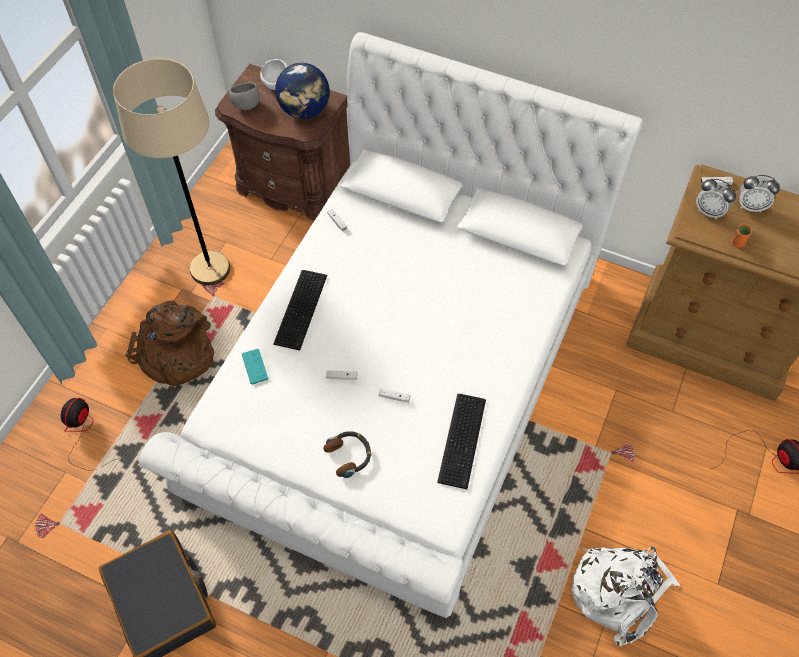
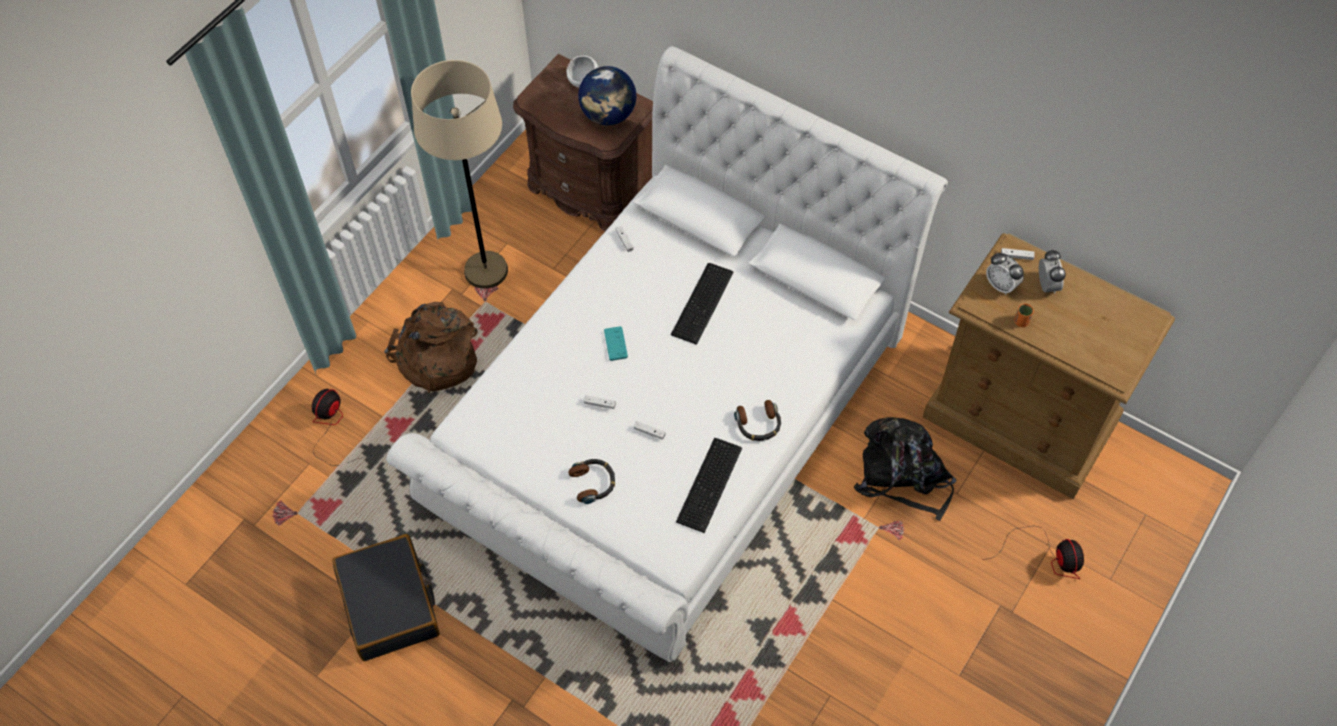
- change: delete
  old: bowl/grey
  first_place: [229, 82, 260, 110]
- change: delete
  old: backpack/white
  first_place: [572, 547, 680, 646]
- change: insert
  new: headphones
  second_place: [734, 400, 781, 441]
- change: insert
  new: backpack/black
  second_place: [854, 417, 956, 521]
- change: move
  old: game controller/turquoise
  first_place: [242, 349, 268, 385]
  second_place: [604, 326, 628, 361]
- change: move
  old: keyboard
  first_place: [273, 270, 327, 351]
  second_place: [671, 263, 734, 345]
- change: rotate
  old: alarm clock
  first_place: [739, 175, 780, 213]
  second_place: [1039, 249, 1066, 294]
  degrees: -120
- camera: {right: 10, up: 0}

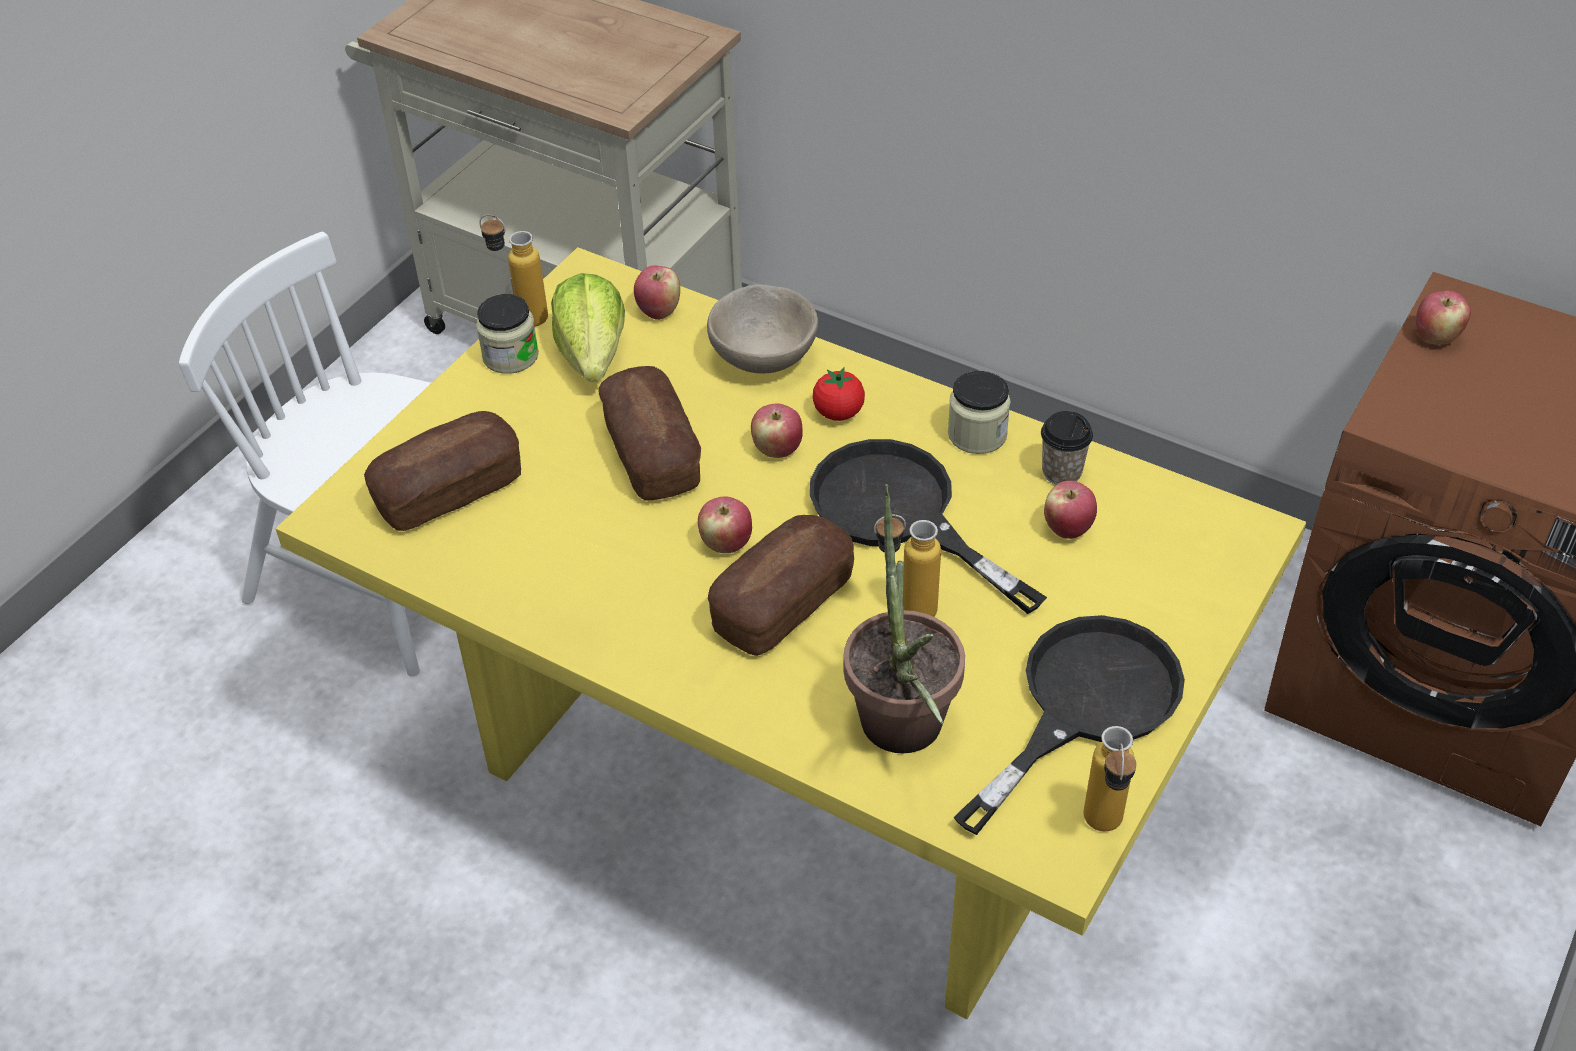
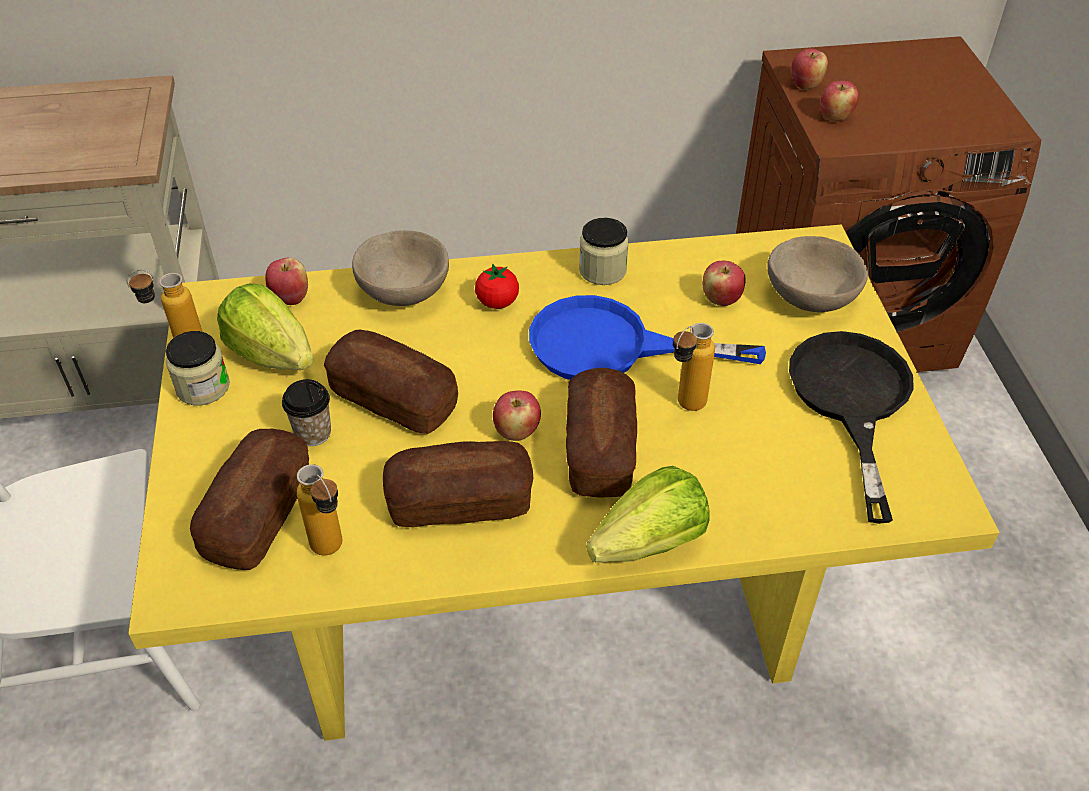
- change: delete
  old: potted plant
  first_place: [843, 484, 965, 753]
- change: insert
  new: bread
  second_place: [383, 441, 533, 527]
- change: insert
  new: lettuce
  second_place: [587, 466, 710, 563]
- change: insert
  new: bowl/beige
  second_place: [768, 236, 868, 312]
- change: move
  old: apple
  first_place: [751, 403, 803, 458]
  second_place: [820, 81, 859, 121]
- change: move
  old: cup
  first_place: [1041, 411, 1093, 485]
  second_place: [282, 379, 331, 446]
- change: move
  old: bottle
  first_place: [1084, 726, 1136, 831]
  second_place: [297, 464, 342, 555]
- change: recolor
  old: frying pan/black
  new: frying pan/blue
  first_place: [810, 439, 1047, 614]
  second_place: [529, 295, 766, 380]
- camera: {right: -40, up: 0}

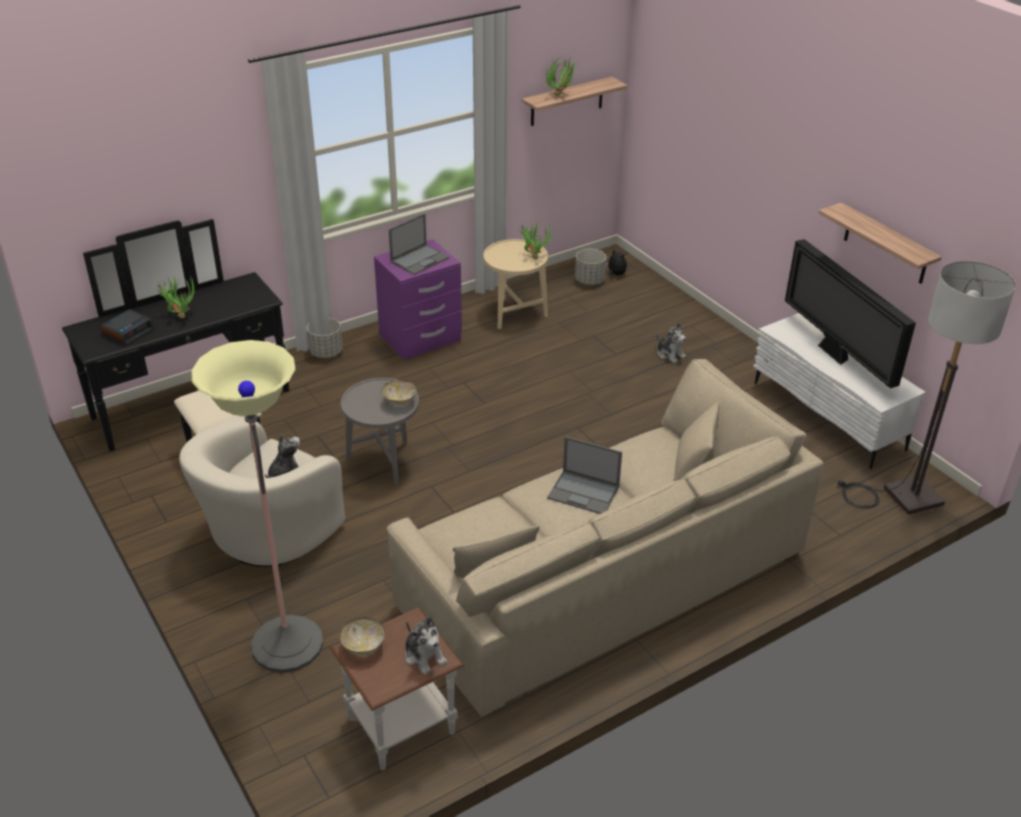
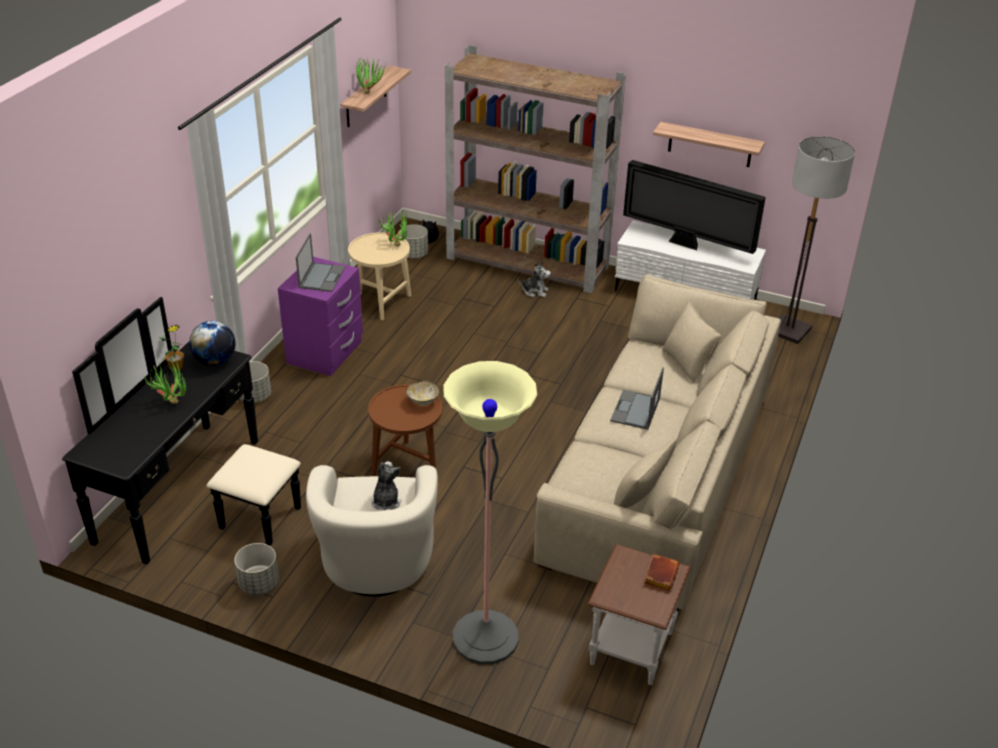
- change: delete
  old: alarm clock
  first_place: [100, 309, 154, 345]
- change: delete
  old: bowl
  first_place: [340, 618, 385, 656]
- change: insert
  new: potted plant
  second_place: [159, 325, 184, 371]
- change: insert
  new: globe
  second_place: [189, 321, 235, 366]
- change: insert
  new: planter/grey
  second_place: [234, 543, 279, 595]
- change: insert
  new: bookcase/brown
  second_place: [445, 45, 626, 294]
- change: replace
  old: plush toy
  new: book/brown
  first_place: [405, 617, 447, 675]
  second_place: [644, 554, 680, 591]
- change: recolor
  old: side table/grey
  new: side table/brown
  first_place: [341, 378, 419, 485]
  second_place: [368, 384, 442, 476]
- change: rotate
  old: laptop
  first_place: [547, 436, 622, 514]
  second_place: [610, 367, 664, 430]
  degrees: 120
- camera: {right: -35, up: 0}

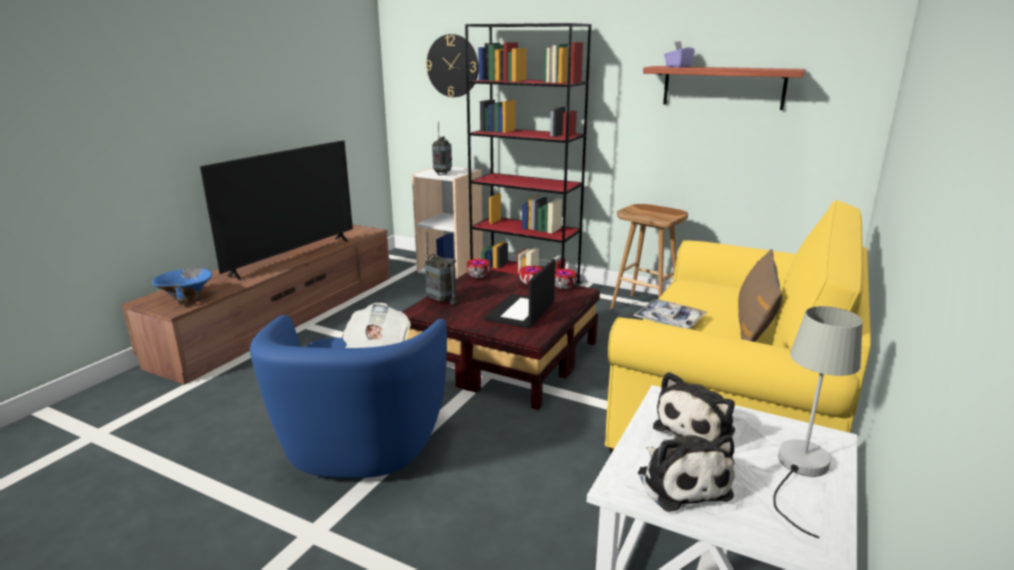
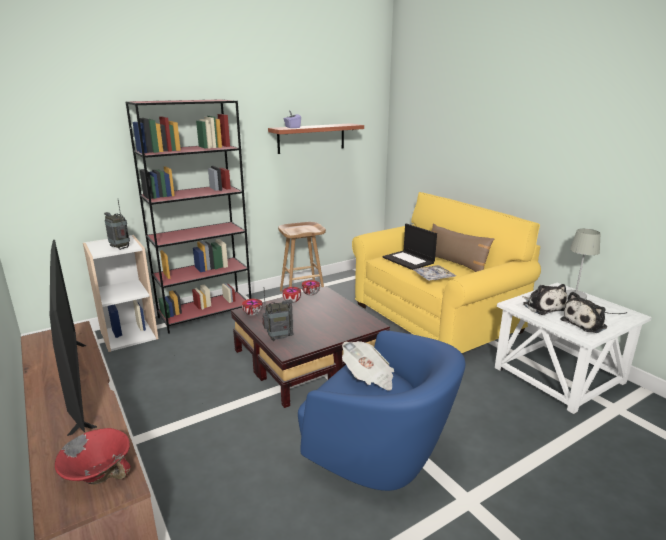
- change: delete
  old: wall clock
  first_place: [426, 34, 479, 97]
- change: move
  old: laptop
  first_place: [484, 259, 556, 328]
  second_place: [383, 223, 437, 270]
- change: recolor
  old: bowl/blue
  new: bowl/red
  first_place: [152, 268, 212, 304]
  second_place: [55, 428, 131, 484]
- change: rotate
  old: plush toy
  first_place: [638, 435, 734, 512]
  second_place: [560, 292, 607, 333]
  degrees: 135
- camera: {right: -60, up: 0}

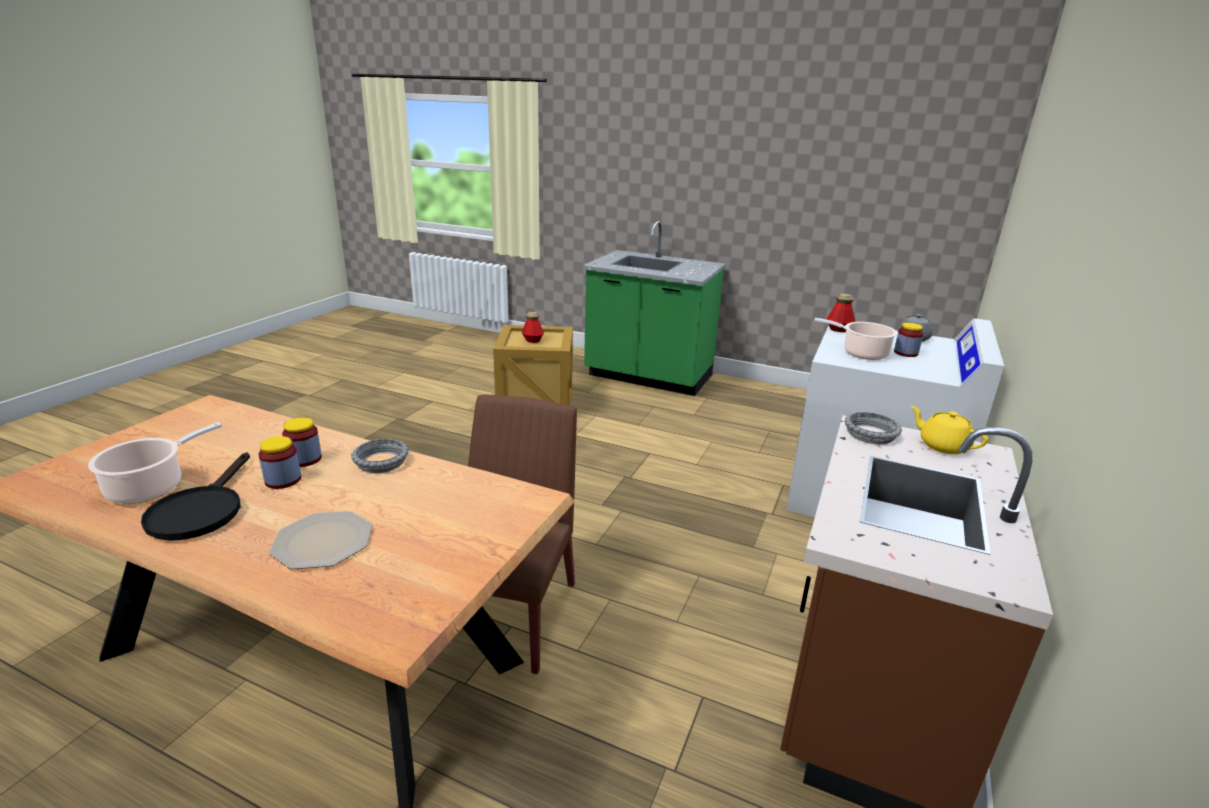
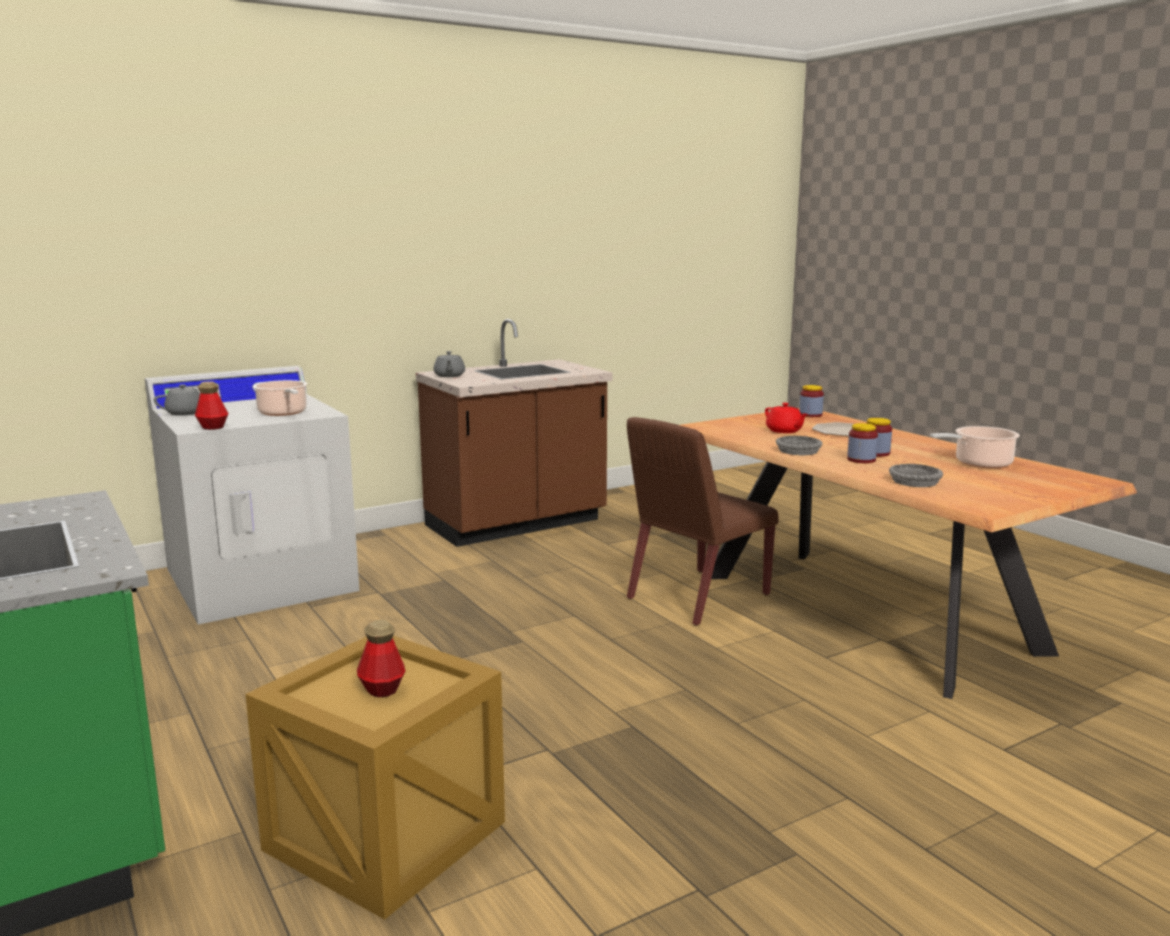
- change: delete
  old: frying pan/black
  first_place: [141, 452, 250, 541]
- change: insert
  new: teapot/red
  second_place: [765, 403, 808, 433]
- change: move
  old: bowl/grey
  first_place: [845, 412, 902, 444]
  second_place: [889, 464, 943, 487]
- change: move
  old: jar
  first_place: [894, 323, 924, 357]
  second_place: [799, 385, 824, 417]
- change: recolor
  old: teapot/yellow
  new: teapot/grey
  first_place: [911, 406, 989, 454]
  second_place: [433, 351, 465, 377]
- camera: {right: -145, up: -10}

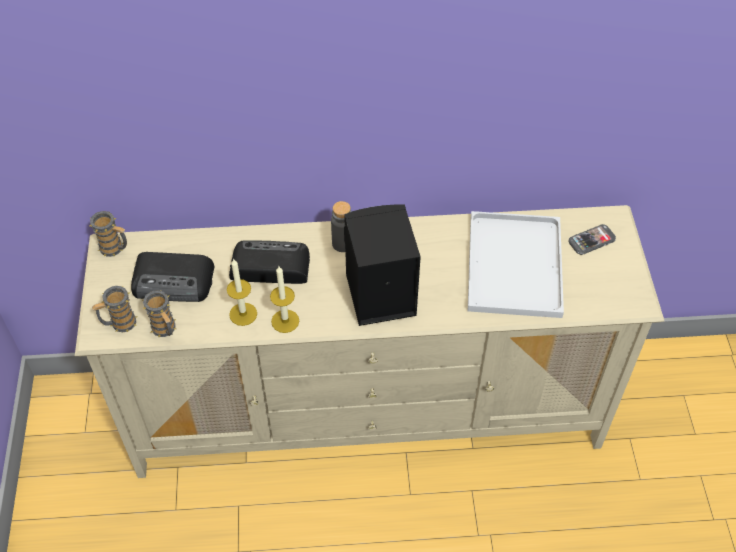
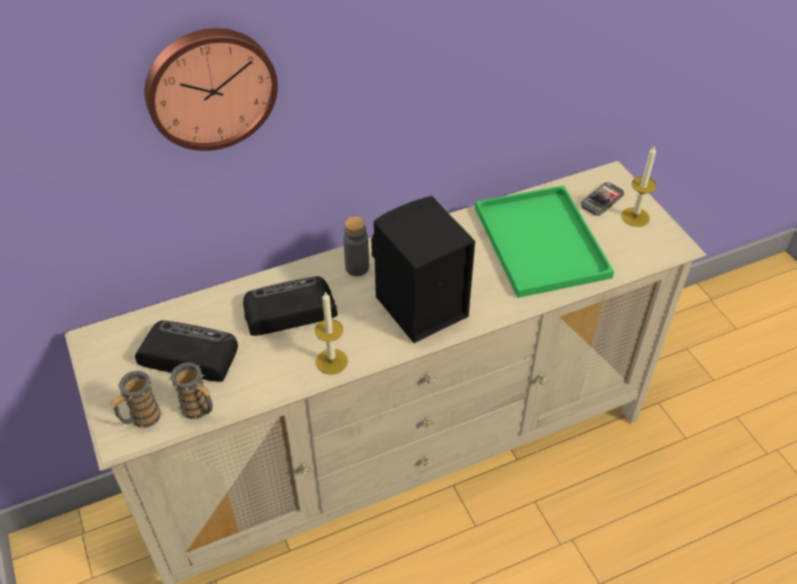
- change: delete
  old: mug
  first_place: [90, 211, 127, 257]
- change: insert
  new: wall clock
  second_place: [144, 28, 278, 151]
- change: move
  old: candle
  first_place: [227, 258, 257, 326]
  second_place: [621, 145, 656, 227]
- change: recolor
  old: tray/white
  new: tray/green
  first_place: [468, 211, 564, 318]
  second_place: [475, 185, 614, 298]
- change: rotate
  old: radio
  first_place: [131, 252, 214, 302]
  second_place: [135, 320, 238, 382]
  degrees: -150
- camera: {right: -20, up: -5}

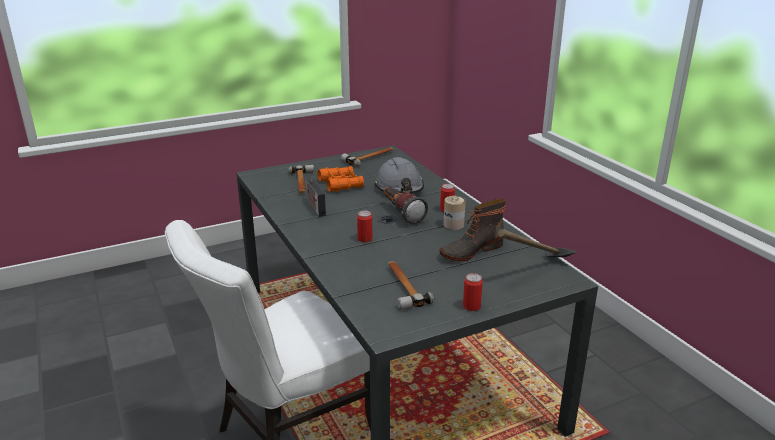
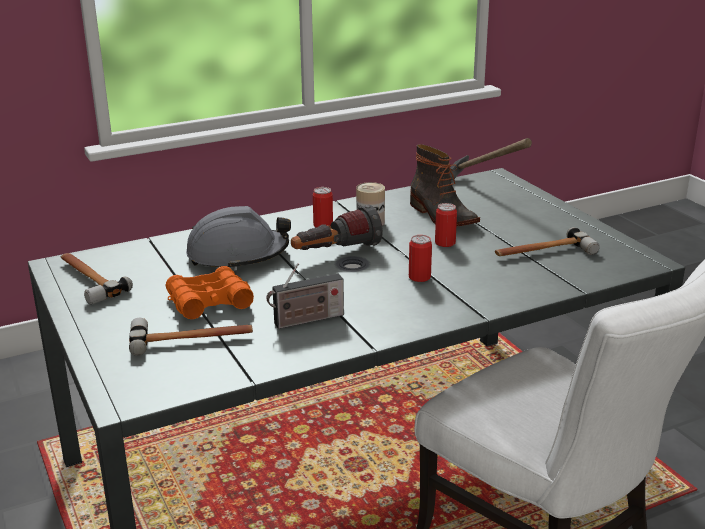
- change: move
  old: can
  first_place: [463, 273, 483, 311]
  second_place: [435, 203, 457, 247]
- camera: {right: -90, up: 0}

